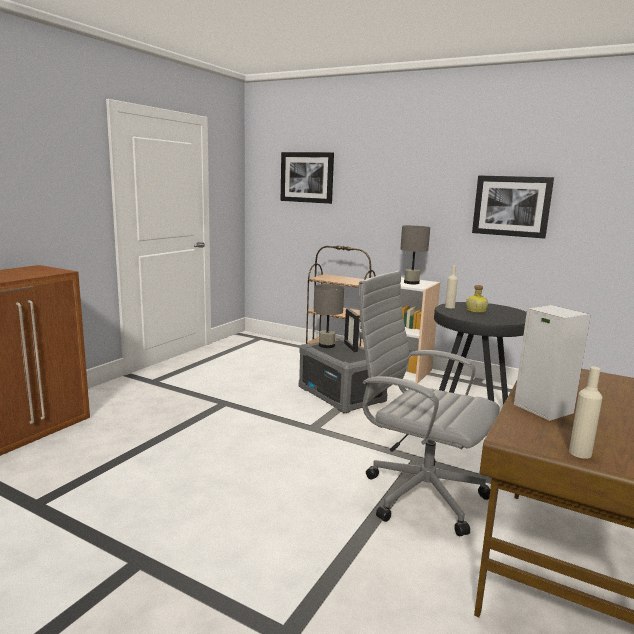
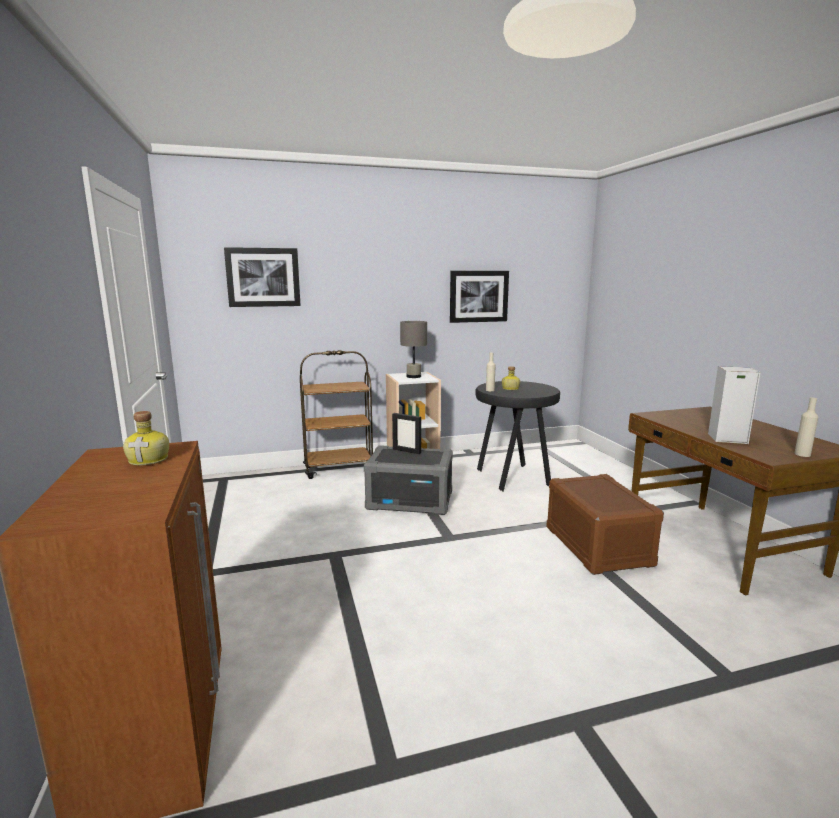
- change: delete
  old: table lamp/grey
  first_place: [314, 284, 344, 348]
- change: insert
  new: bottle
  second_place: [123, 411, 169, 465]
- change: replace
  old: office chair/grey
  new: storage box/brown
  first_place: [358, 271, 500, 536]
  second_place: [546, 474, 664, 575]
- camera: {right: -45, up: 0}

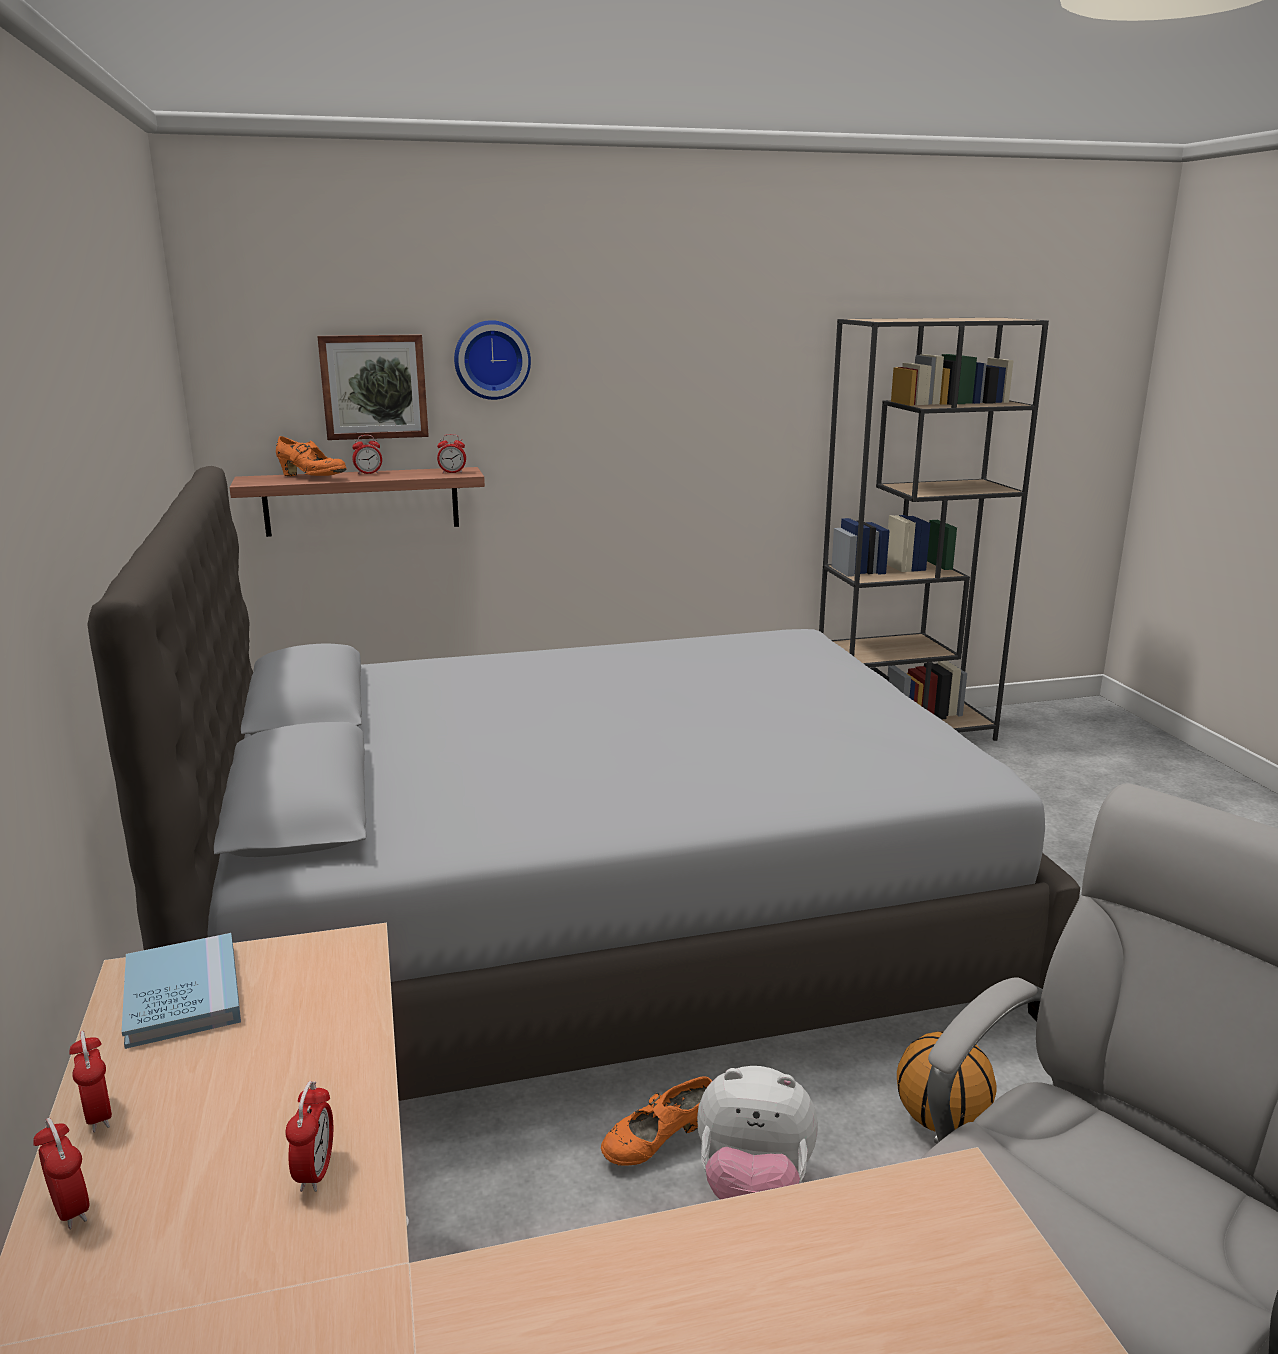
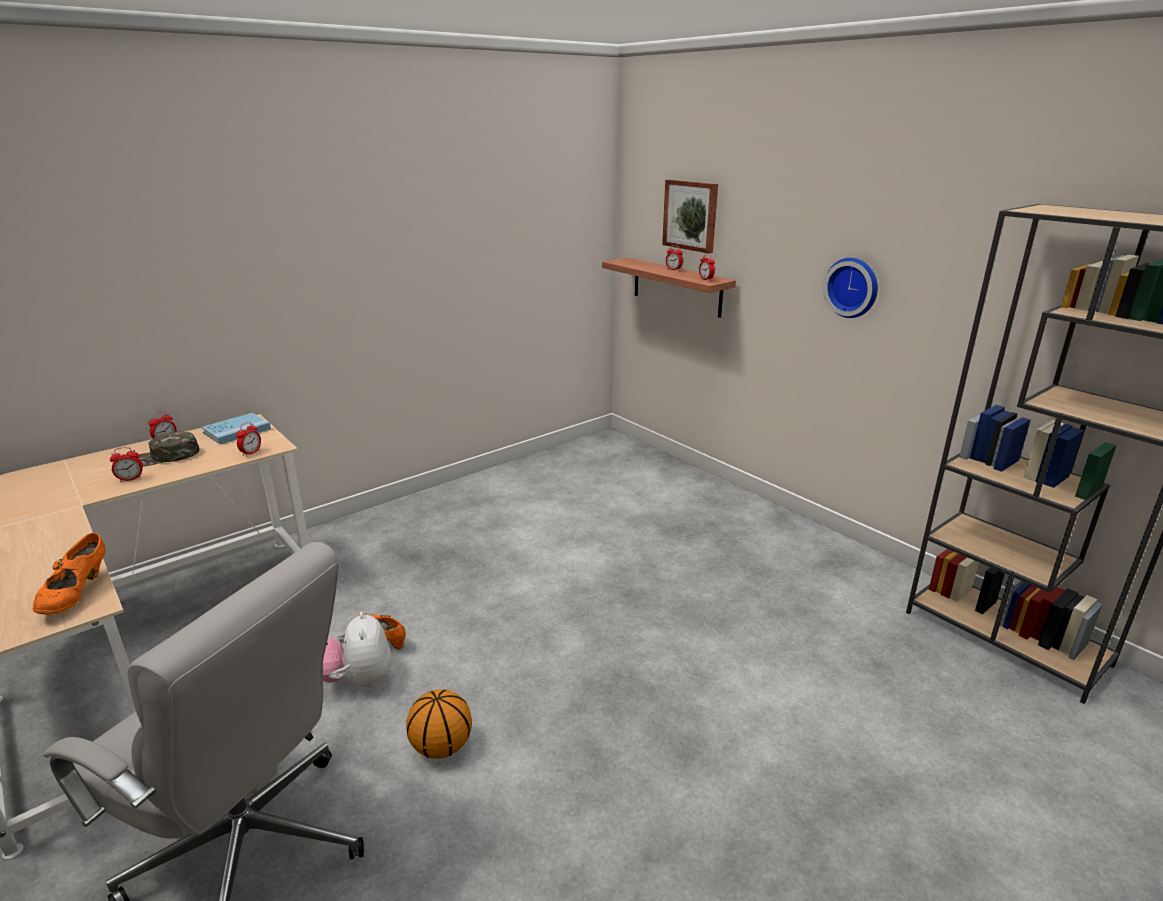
- change: delete
  old: bed/grey
  first_place: [87, 466, 1080, 1101]
- change: insert
  new: cap/green
  second_place: [138, 431, 199, 467]
- change: move
  old: alarm clock
  first_place: [33, 1118, 89, 1229]
  second_place: [236, 422, 261, 457]
- change: move
  old: shoe/orange
  first_place: [276, 436, 346, 476]
  second_place: [33, 533, 106, 614]
- change: move
  old: wall clock
  first_place: [454, 320, 531, 400]
  second_place: [823, 258, 878, 318]
- camera: {right: 65, up: 5}

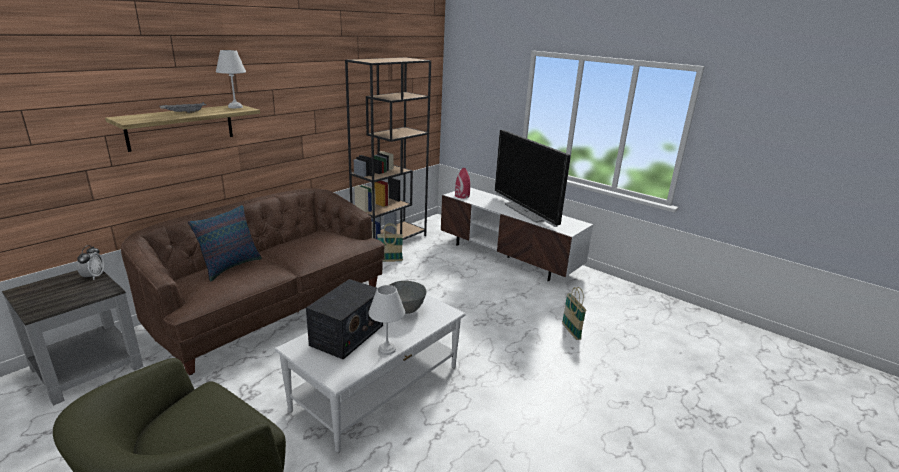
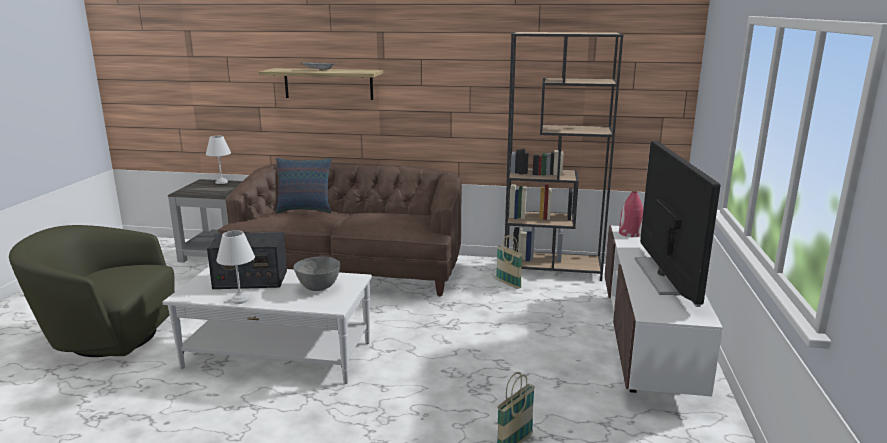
- change: delete
  old: alarm clock
  first_place: [77, 245, 104, 280]
- change: move
  old: table lamp/white
  first_place: [216, 50, 246, 108]
  second_place: [206, 136, 231, 184]
- change: rotate
  old: television
  first_place: [495, 130, 571, 227]
  second_place: [635, 141, 720, 307]
  degrees: 150
- camera: {right: 60, up: -5}

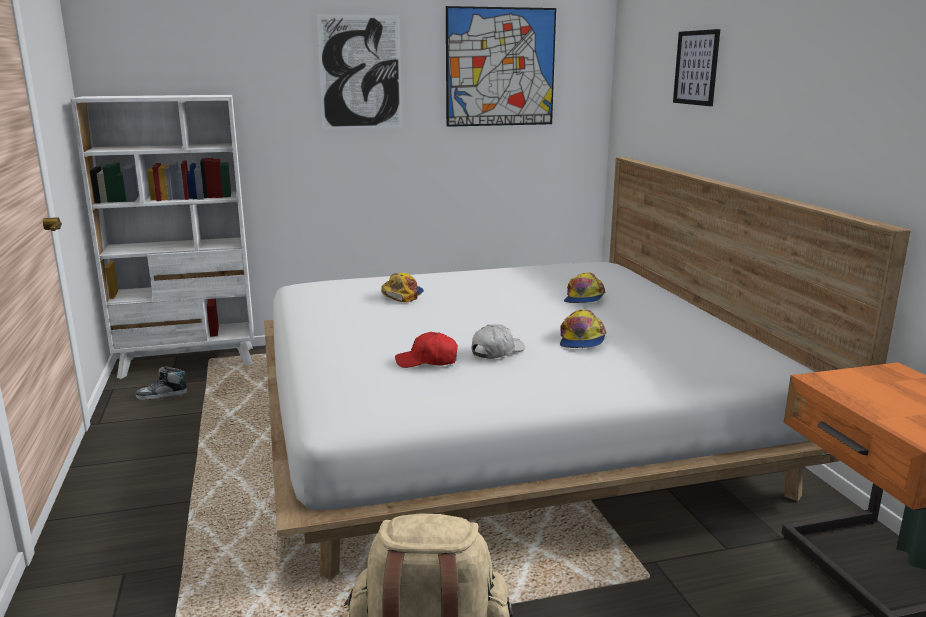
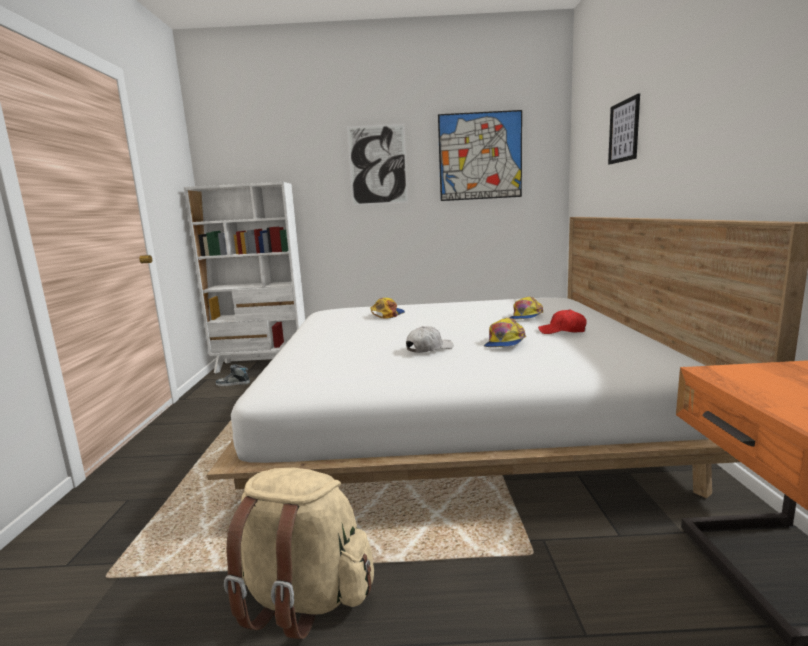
- change: move
  old: cap/red
  first_place: [395, 332, 458, 368]
  second_place: [538, 309, 587, 334]
- camera: {right: 15, up: -5}

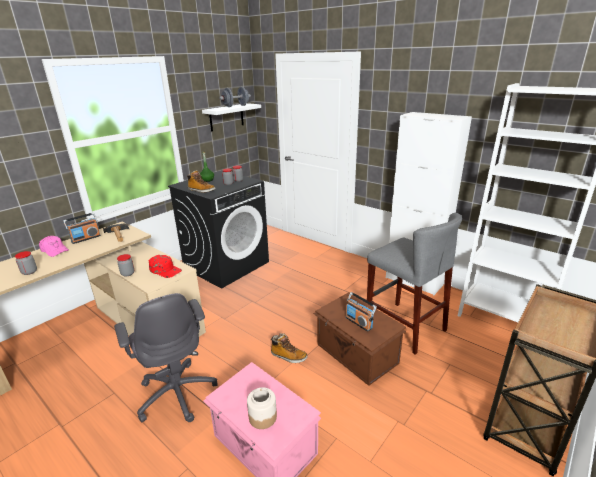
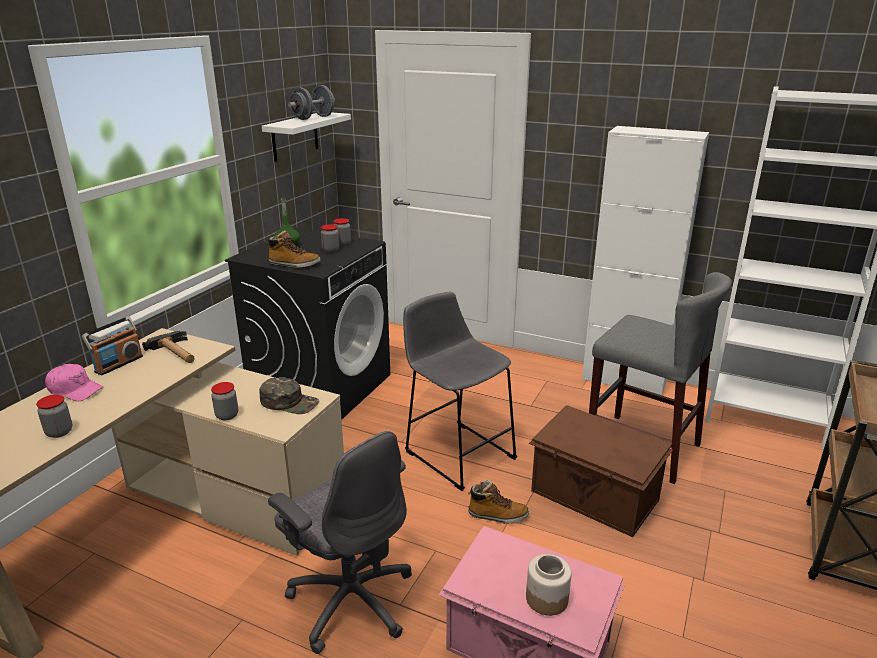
- change: delete
  old: radio
  first_place: [345, 292, 377, 332]
- change: insert
  new: stool/grey
  second_place: [403, 292, 517, 491]
- change: recolor
  old: cap/red
  new: cap/green
  first_place: [149, 255, 182, 278]
  second_place: [259, 377, 319, 414]
- camera: {right: -15, up: 0}

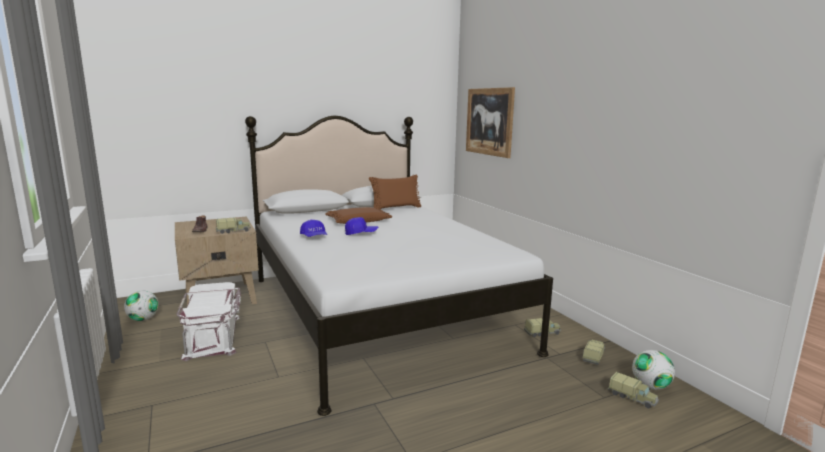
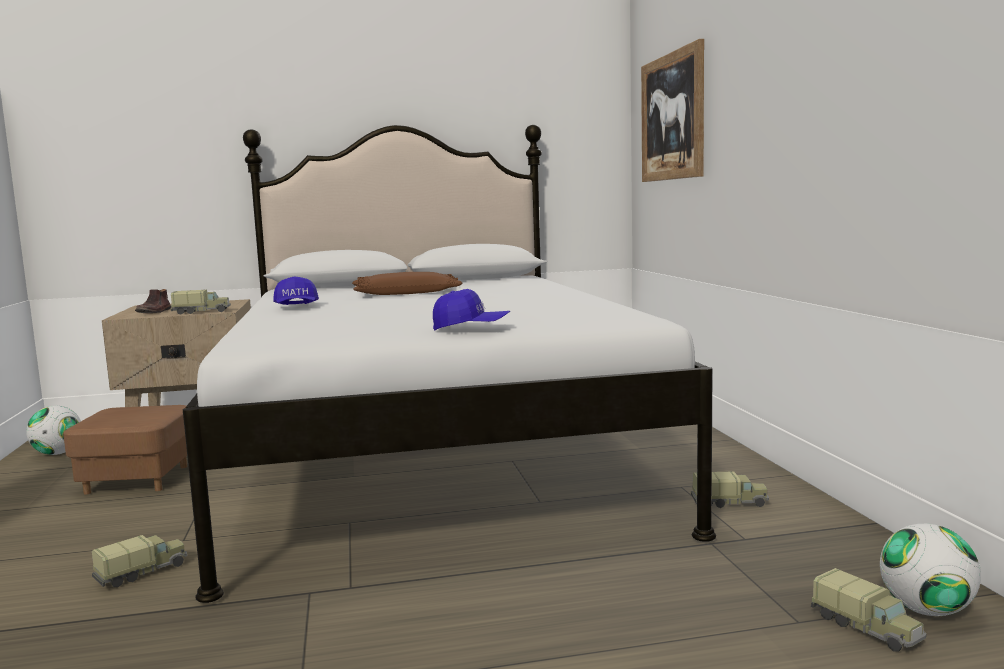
- change: delete
  old: pillow/brown
  first_place: [369, 175, 421, 209]
- change: move
  old: cap/blue
  first_place: [345, 217, 378, 235]
  second_place: [433, 289, 510, 331]
- change: move
  old: toy truck
  first_place: [583, 340, 605, 365]
  second_place: [92, 535, 187, 587]
- change: replace
  old: storage box/white
  new: ottoman/brown
  first_place: [177, 282, 241, 361]
  second_place: [63, 405, 187, 495]
- camera: {right: 15, up: -5}

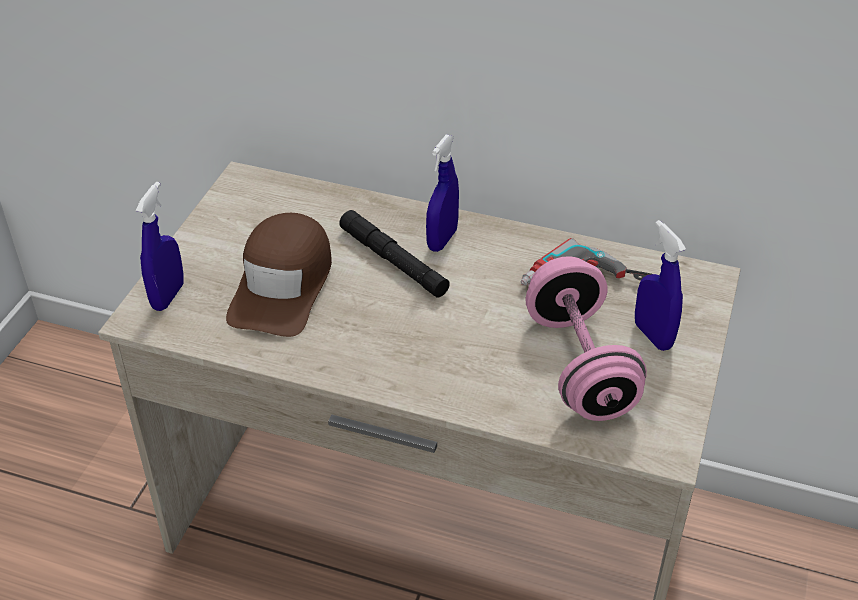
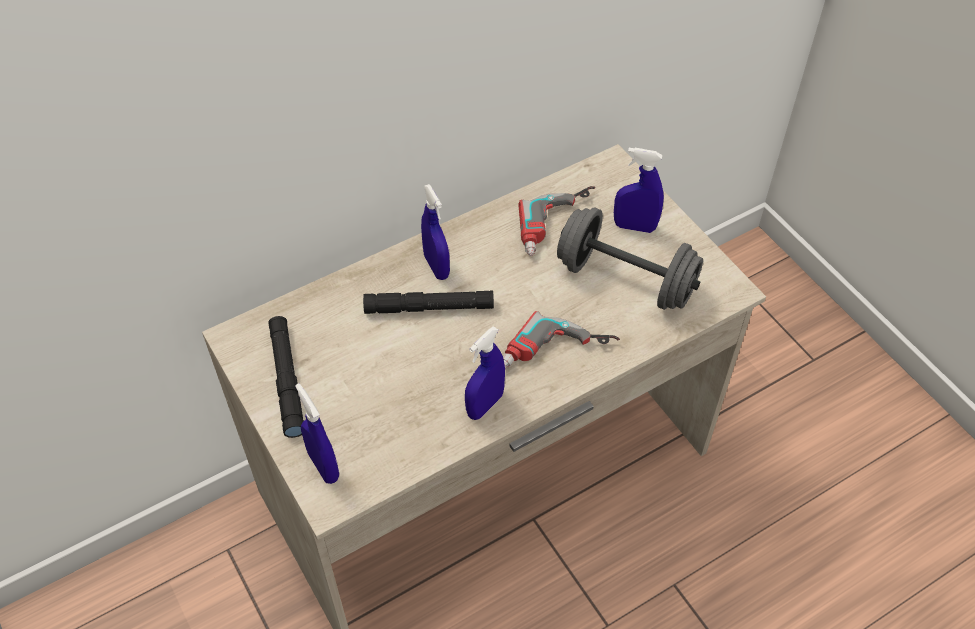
- change: delete
  old: cap/brown
  first_place: [226, 213, 332, 337]
- change: insert
  new: flashlight/black
  second_place: [268, 316, 304, 438]
- change: insert
  new: spray bottle/blue
  second_place: [465, 326, 505, 420]
- change: insert
  new: power drill
  second_place: [503, 311, 620, 368]
- change: recolor
  old: dumbbell/pink
  new: dumbbell/grey
  first_place: [525, 256, 647, 421]
  second_place: [557, 207, 703, 310]
- camera: {right: -50, up: 10}

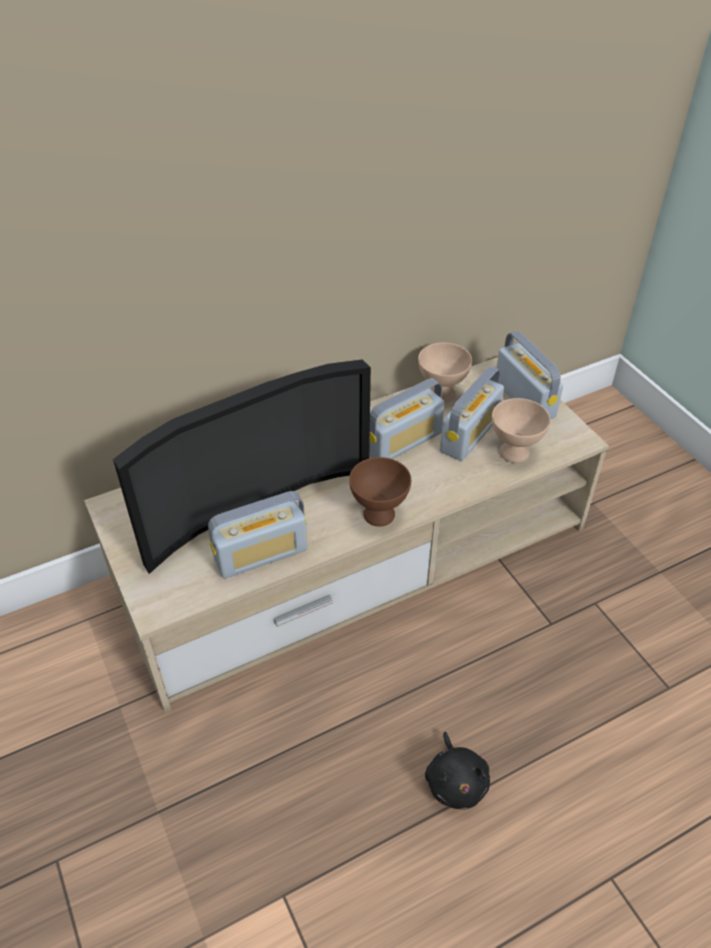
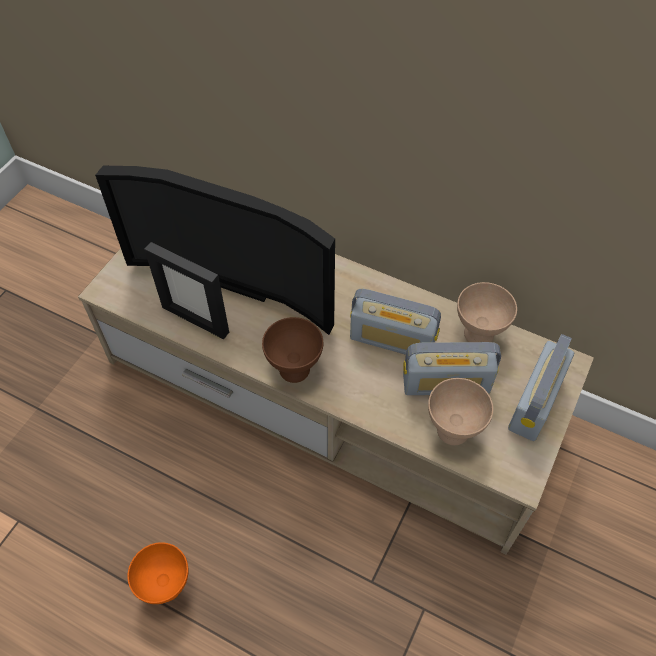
- change: replace
  old: radio
  new: picture frame
  first_place: [208, 491, 308, 579]
  second_place: [144, 242, 229, 339]
- change: replace
  old: plush toy/black
  new: bowl/orange
  first_place: [425, 732, 490, 810]
  second_place: [127, 542, 188, 604]
- camera: {right: 55, up: 10}

